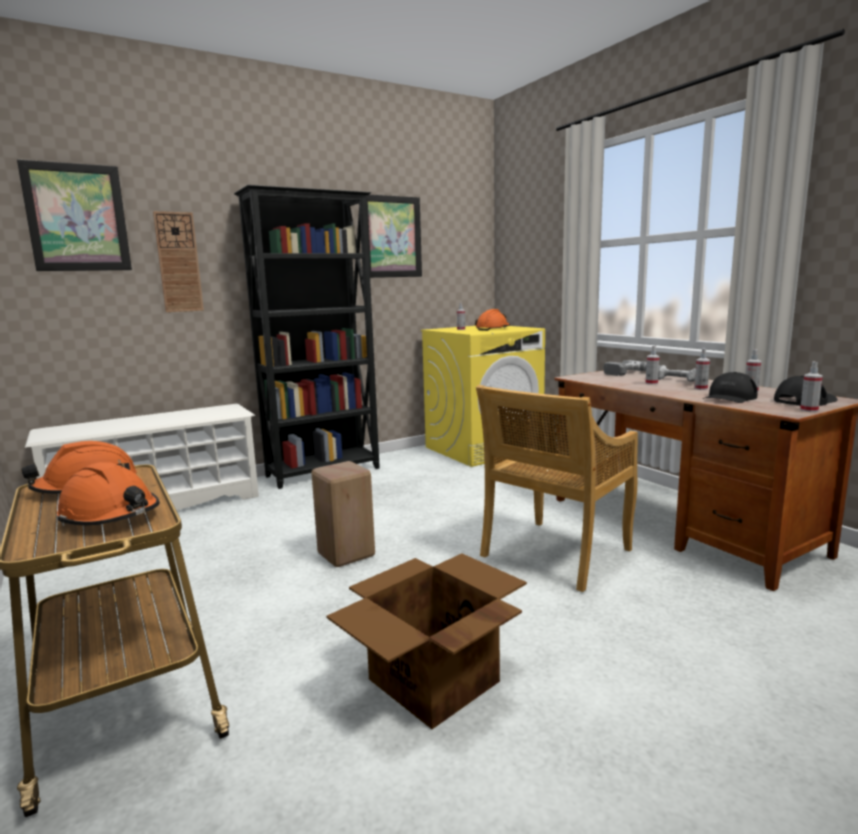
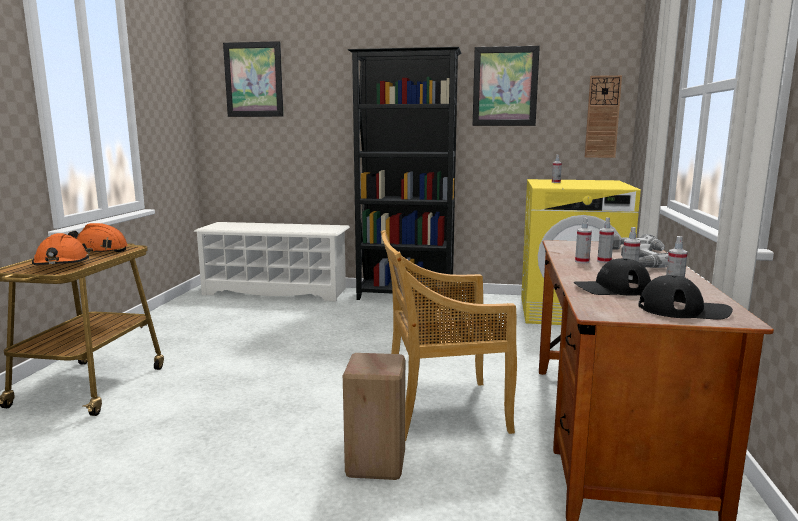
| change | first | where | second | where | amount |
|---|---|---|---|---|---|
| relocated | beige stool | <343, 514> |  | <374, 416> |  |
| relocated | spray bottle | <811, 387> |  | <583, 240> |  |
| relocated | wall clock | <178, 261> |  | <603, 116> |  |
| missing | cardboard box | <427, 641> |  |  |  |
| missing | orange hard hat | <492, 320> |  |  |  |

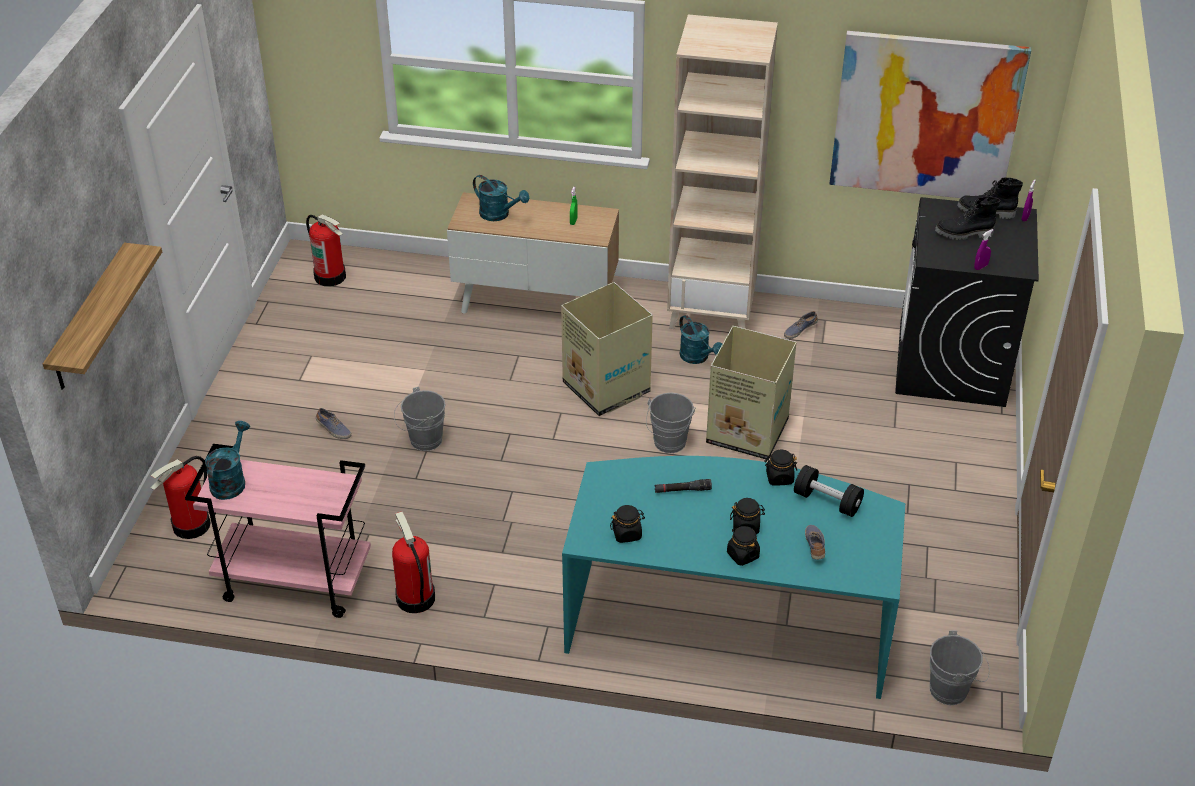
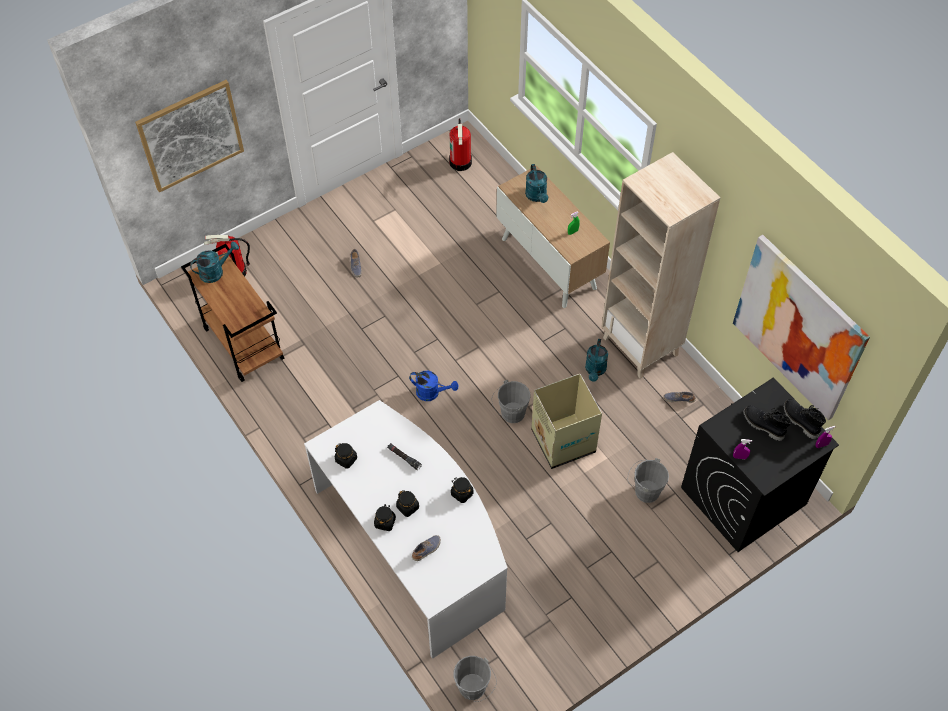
| change | first | where | second | where | amount |
|---|---|---|---|---|---|
| exchanged | shelf | <102, 316> | picture | <189, 136> |  |
| colour | pink cart | <278, 531> | brown cart | <232, 313> |  |
| colour | turquoise desk | <733, 577> | white desk | <406, 529> |  |
| appeared |  |  | blue watering can | <433, 386> |  |
| relocated | grey bucket | <420, 419> |  | <648, 480> |  |
| missing | fire extinguisher | <413, 562> |  |  |  |
| missing | cardboard box | <607, 349> |  |  |  |
| missing | black dumbbell | <829, 491> |  |  |  |

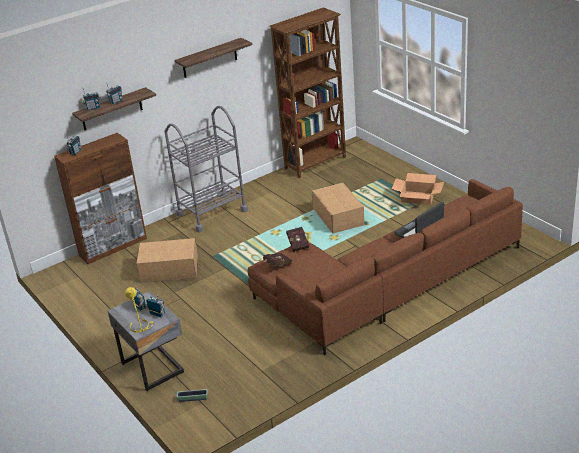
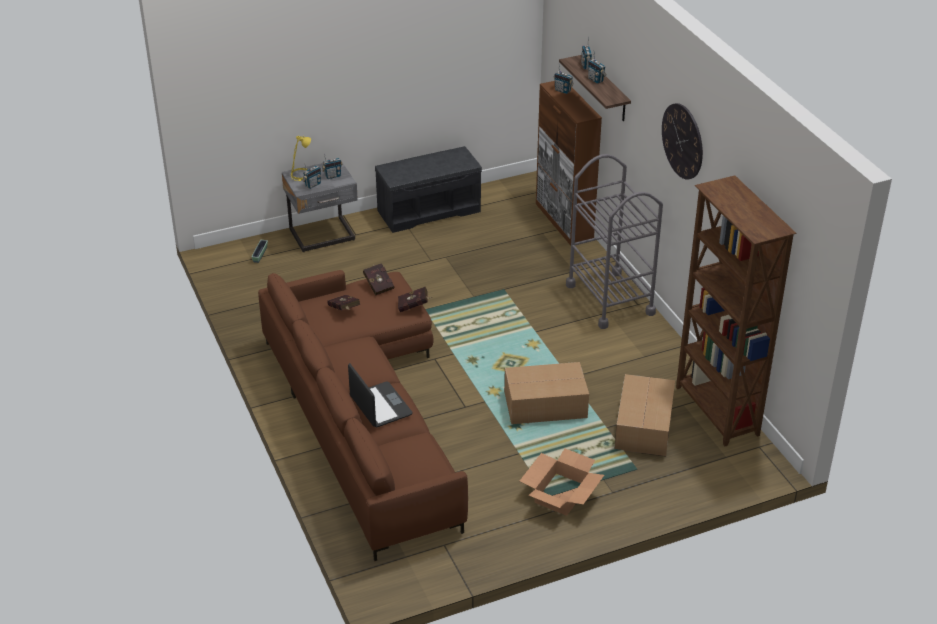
| change | first | where | second | where | amount |
|---|---|---|---|---|---|
| appeared |  |  | red book | <343, 302> |  |
| appeared |  |  | grey bench | <428, 189> |  |
| relocated | cardboard box | <167, 260> |  | <645, 415> |  |
| exchanged | shelf | <213, 58> | wall clock | <682, 141> |  |

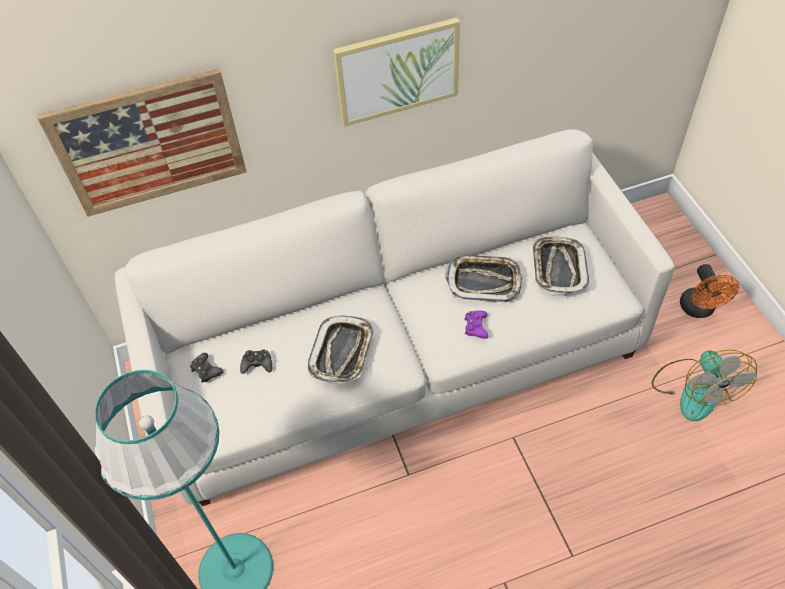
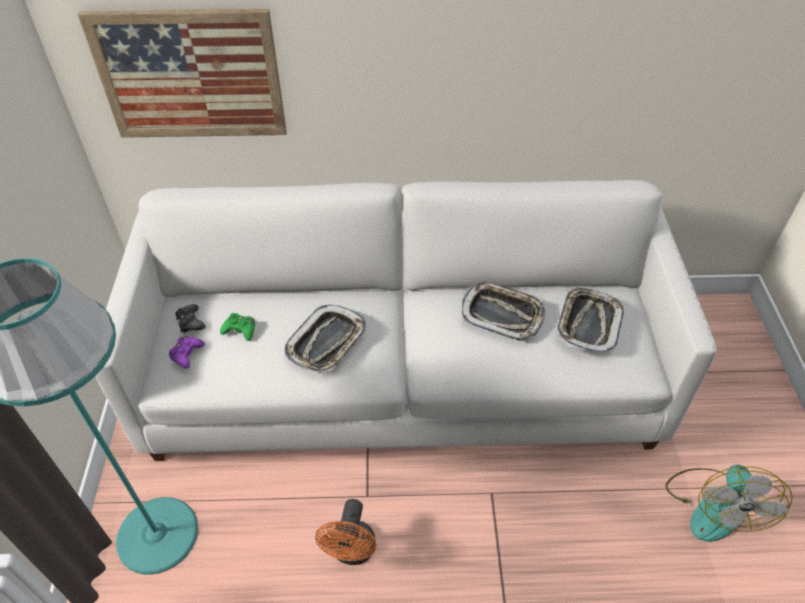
| change | first | where | second | where | amount |
|---|---|---|---|---|---|
| relocated | purple game controller | <476, 325> |  | <187, 352> |  |
| colour | black game controller | <256, 362> | green game controller | <237, 327> |  |
| relocated | orange fan | <709, 291> |  | <346, 532> |  |
| missing | picture | <396, 72> |  |  |  |

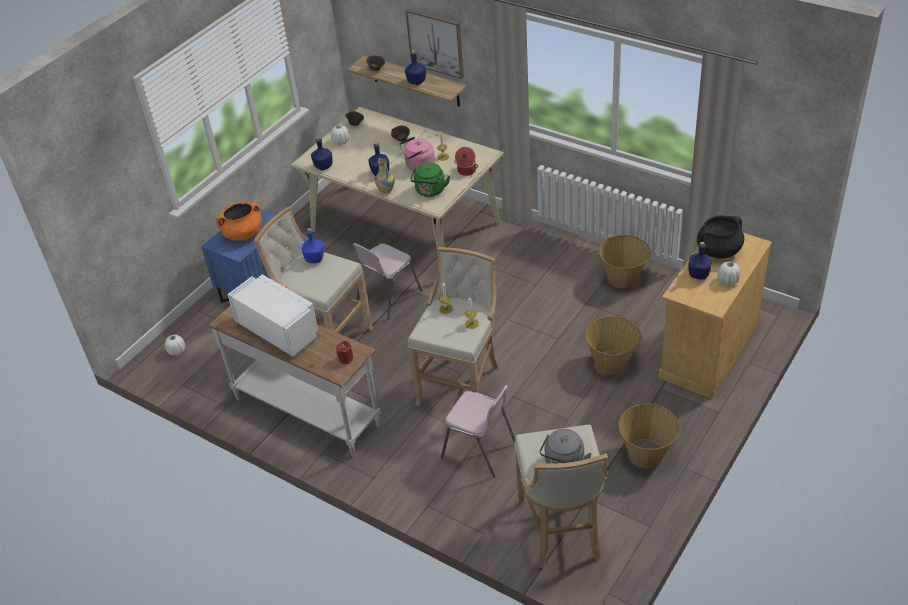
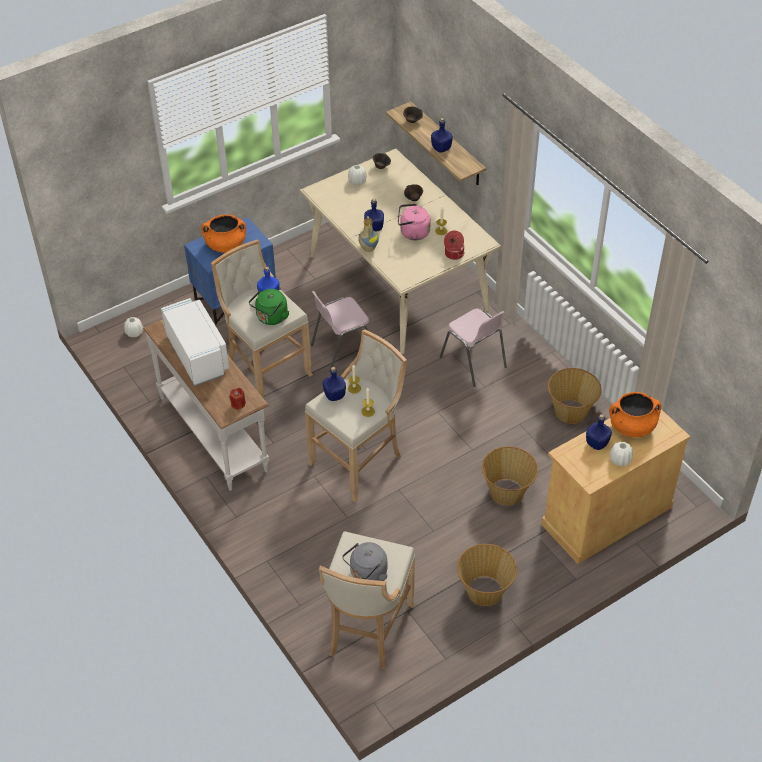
| change | first | where | second | where | amount |
|---|---|---|---|---|---|
| relocated | green kettle | <430, 180> |  | <269, 307> |  |
| relocated | blue bottle | <322, 153> |  | <334, 384> |  |
| relocated | pink chair | <478, 431> |  | <473, 348> |  |
| colour | black cooking pot | <720, 236> | orange cooking pot | <635, 414> |  |
| missing | picture | <435, 44> |  |  |  |

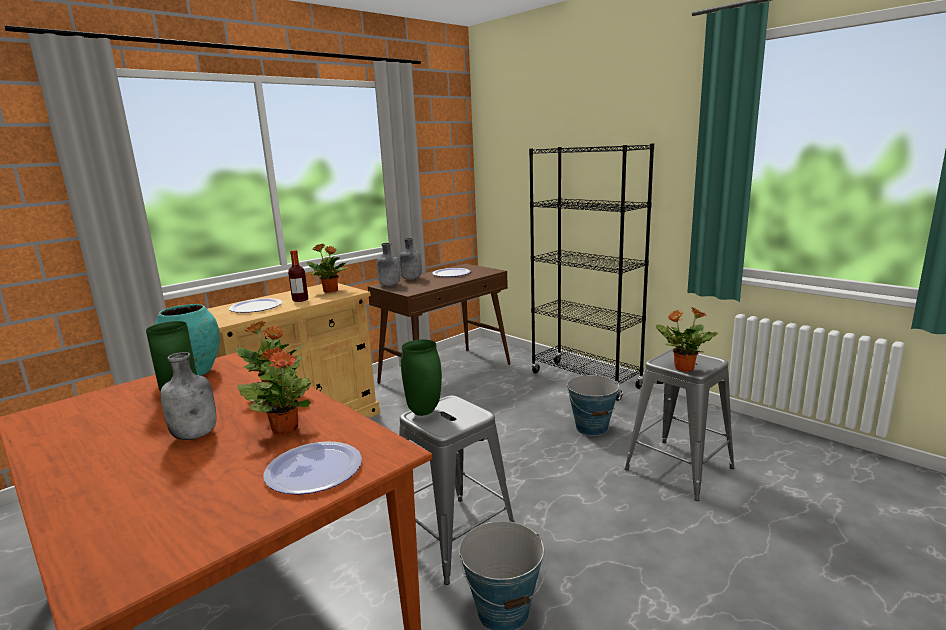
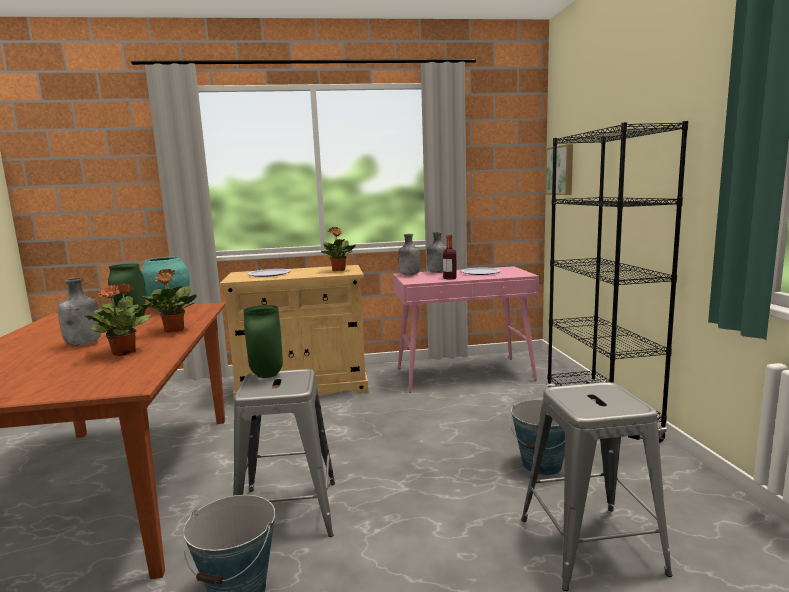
| change | first | where | second | where | amount |
|---|---|---|---|---|---|
| colour | brown console table | <439, 324> | pink console table | <466, 329> |  |
| relocated | bottle | <298, 276> |  | <450, 257> |  |
| appeared |  |  | picture | <559, 169> |  |
| missing | plate | <312, 468> |  |  |  |
| missing | potted plant | <687, 339> |  |  |  |

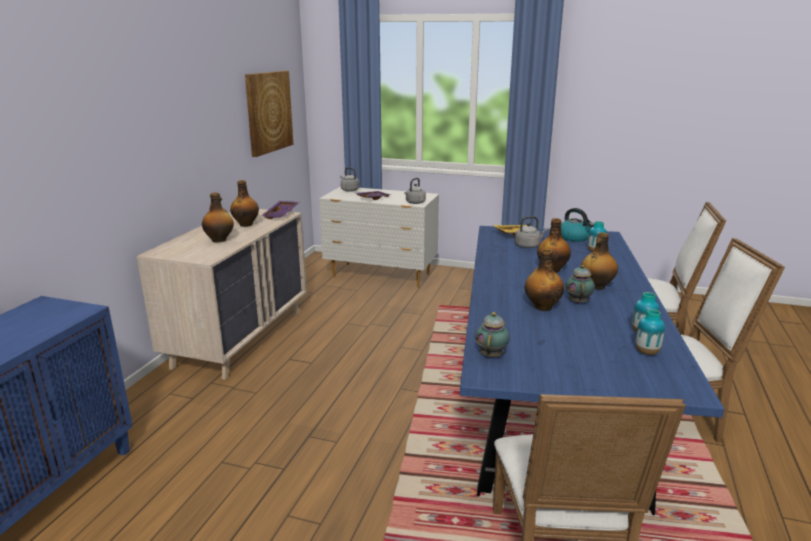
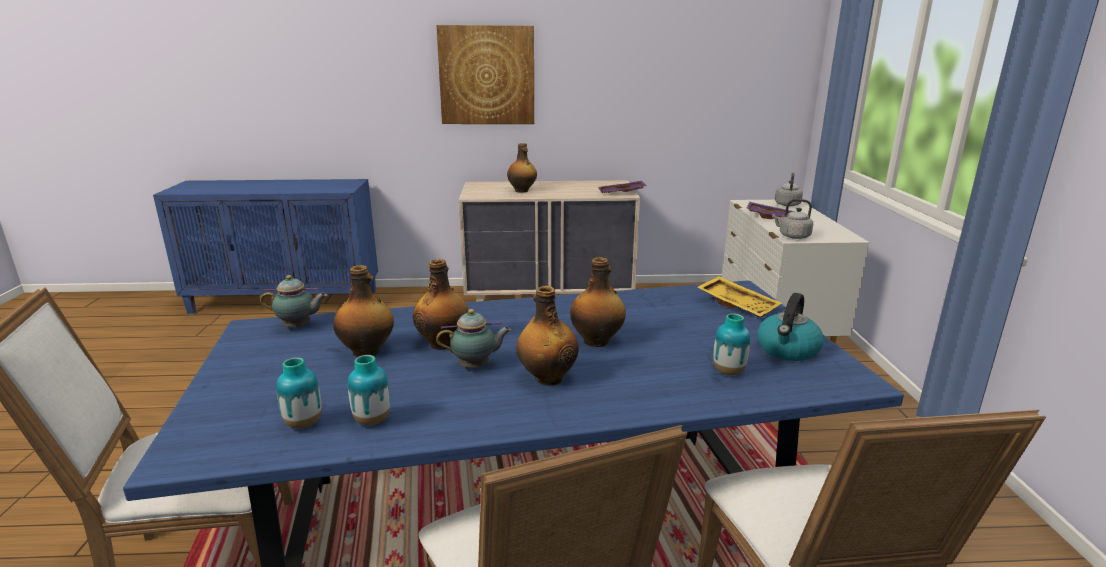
| change | first | where | second | where | amount |
|---|---|---|---|---|---|
| relocated | bottle | <244, 203> |  | <363, 311> |  |
| relocated | picture | <269, 114> |  | <485, 74> |  |
| missing | grey kettle | <531, 232> |  |  |  |

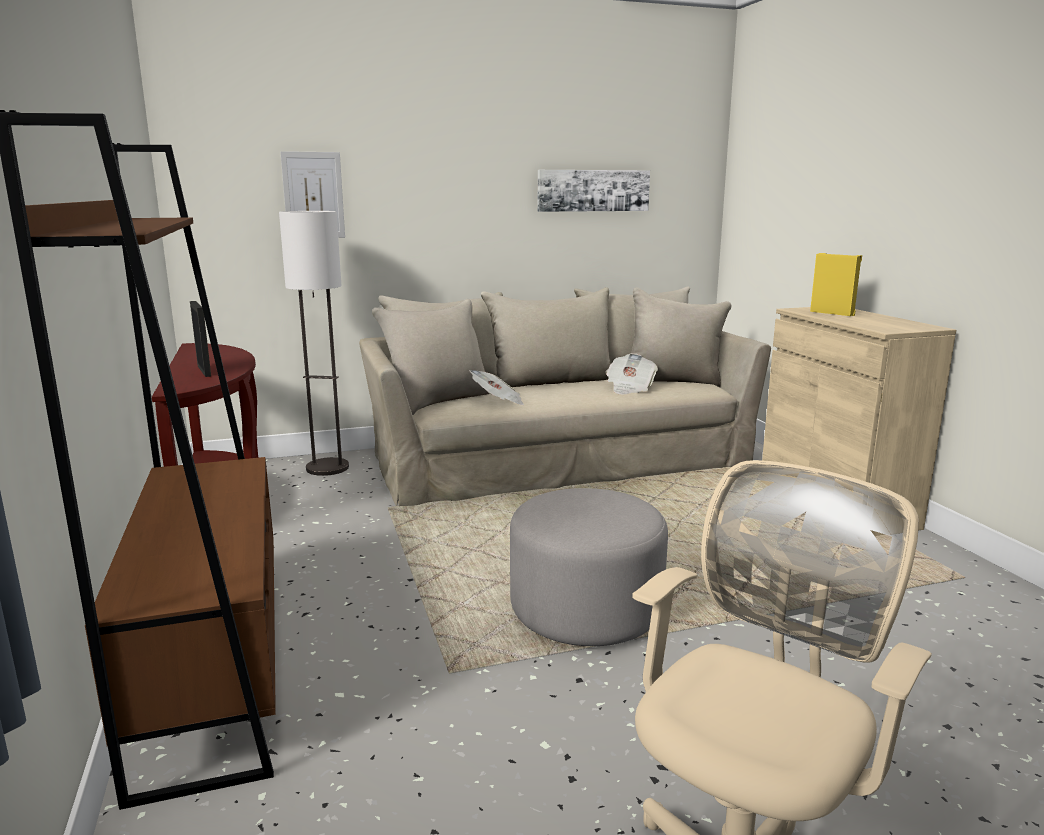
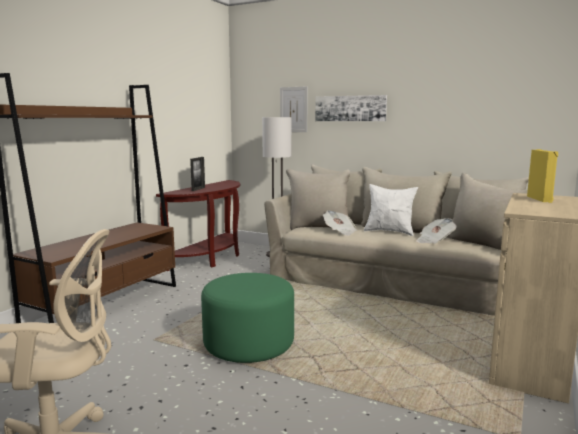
| change | first | where | second | where | amount |
|---|---|---|---|---|---|
| colour | grey ottoman | <589, 567> | green ottoman | <247, 318> |  |
| relocated | picture | <593, 191> |  | <351, 108> |  |
| appeared |  |  | white pillow | <391, 210> |  |

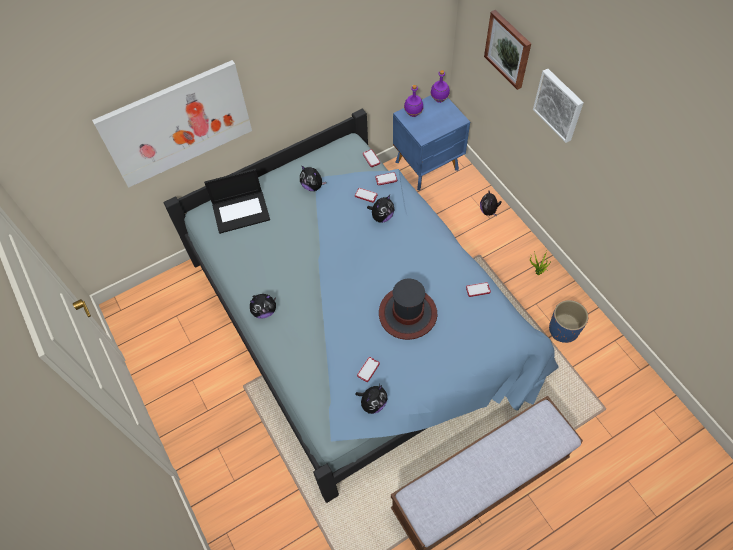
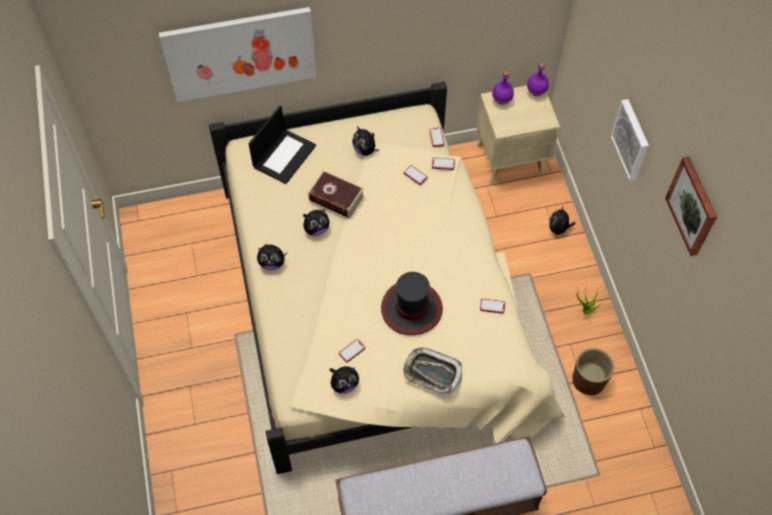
| change | first | where | second | where | amount |
|---|---|---|---|---|---|
| colour | blue bed | <361, 306> | beige bed | <387, 278> |  |
| spun | laptop | <237, 201> |  | <282, 145> | 60 degrees counterclockwise |
| relocated | plush toy | <380, 209> |  | <316, 222> |  |
| appeared |  |  | book | <336, 194> |  |
| appeared |  |  | tray | <432, 370> |  |
| colour | blue nightstand | <431, 142> | beige nightstand | <518, 134> |  |
| colour | blue planter | <568, 321> | brown planter | <593, 371> |  |
| relocated | picture | <507, 50> |  | <691, 206> |  |

